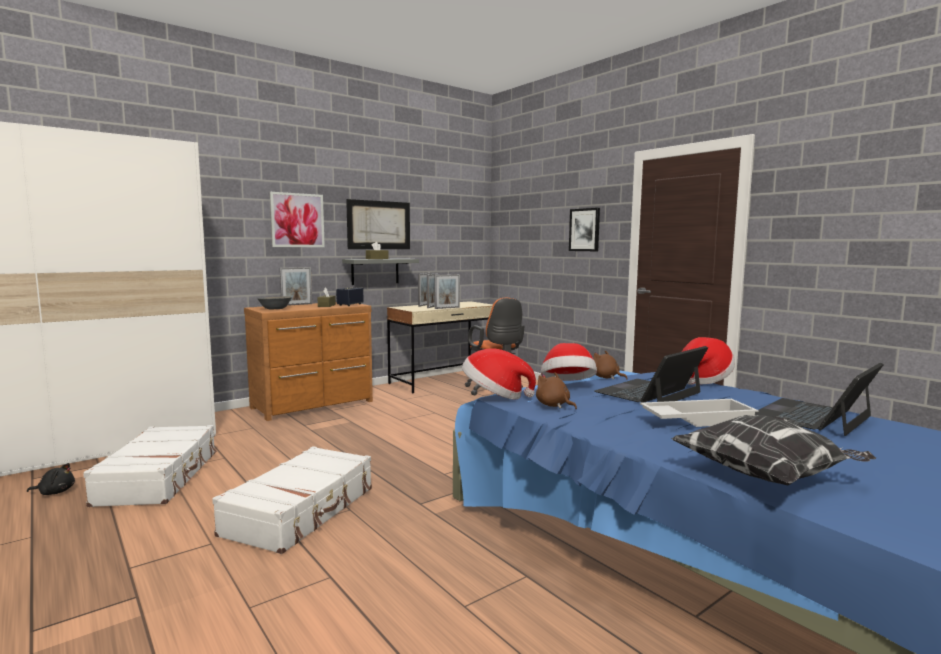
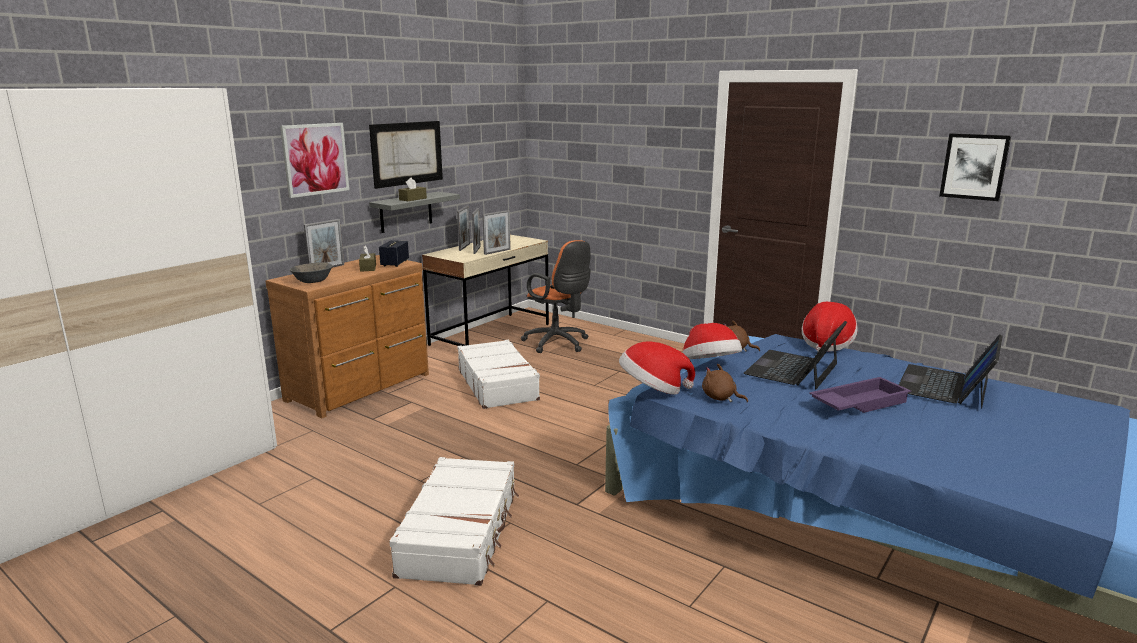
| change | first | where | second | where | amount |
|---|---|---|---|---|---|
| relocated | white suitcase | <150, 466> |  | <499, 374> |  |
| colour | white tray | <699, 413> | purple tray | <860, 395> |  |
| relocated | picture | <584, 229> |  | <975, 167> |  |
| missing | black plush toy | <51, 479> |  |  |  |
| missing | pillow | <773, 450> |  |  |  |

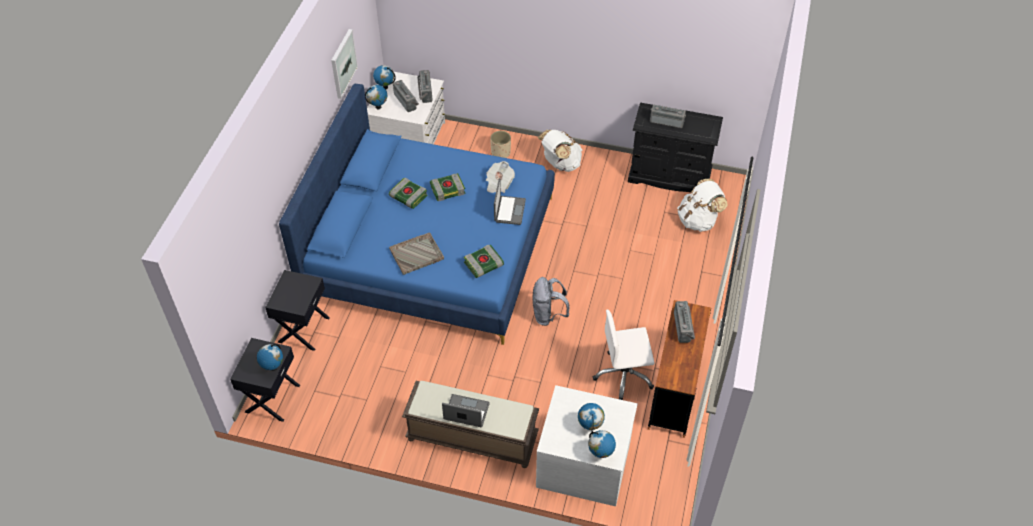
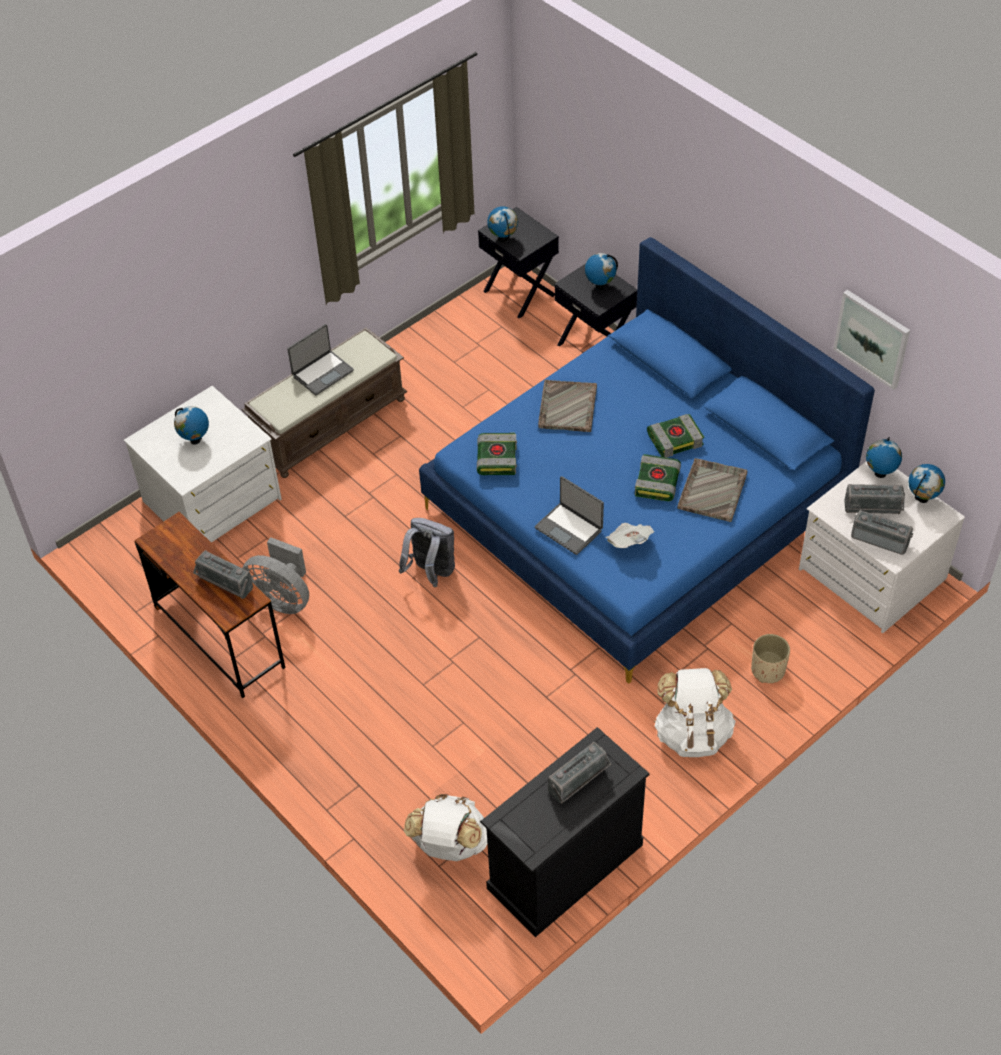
| change | first | where | second | where | amount |
|---|---|---|---|---|---|
| exchanged | white office chair | <624, 355> | grey fan | <275, 575> |  |
| relocated | globe | <602, 444> |  | <601, 271> |  |
| appeared |  |  | grey tray | <712, 490> |  |

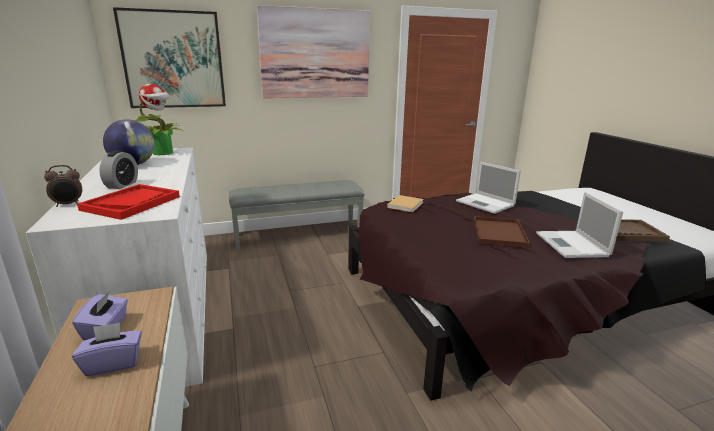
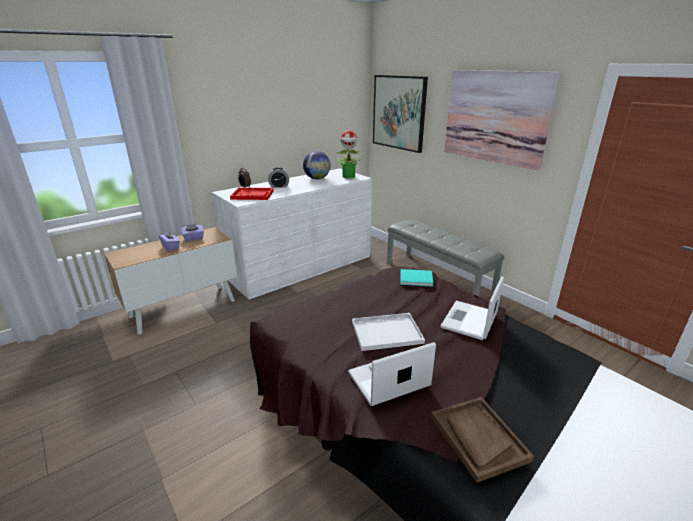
| change | first | where | second | where | amount |
|---|---|---|---|---|---|
| colour | brown tray | <502, 232> | white tray | <388, 332> |  |
| colour | beige book | <405, 203> | turquoise book | <417, 278> |  |

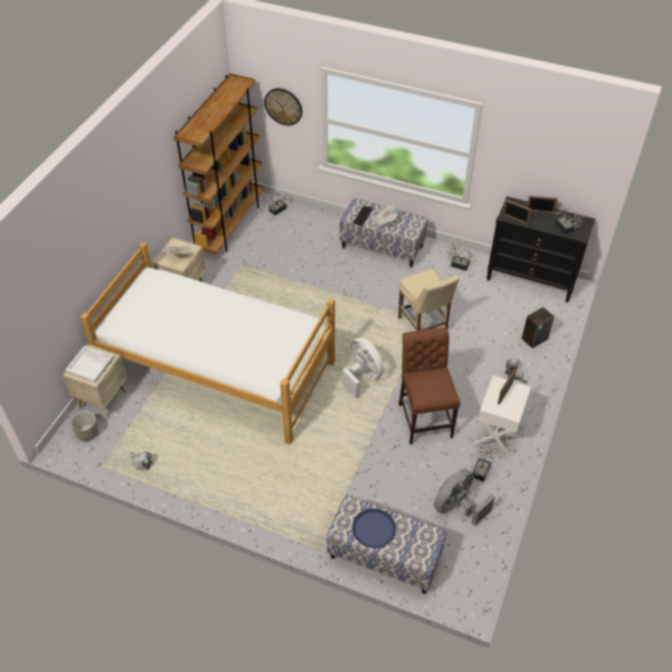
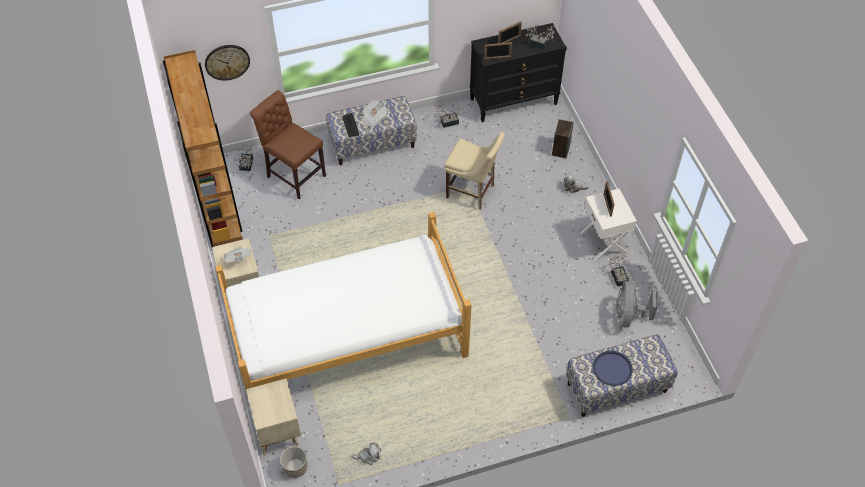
| change | first | where | second | where | amount |
|---|---|---|---|---|---|
| relocated | brown chair | <429, 386> |  | <288, 144> |  |
| missing | white tray | <89, 364> |  |  |  |
| missing | white fan | <363, 367> |  |  |  |

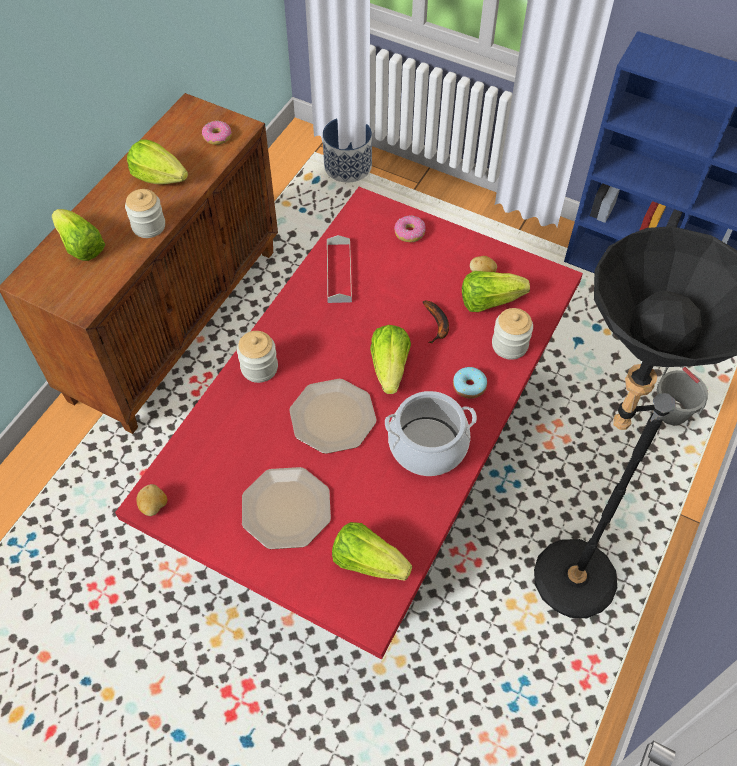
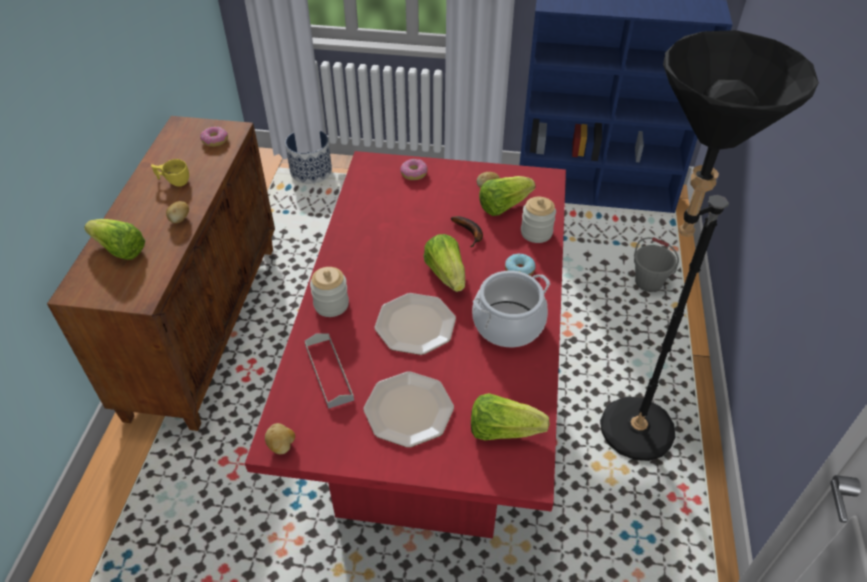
| change | first | where | second | where | amount |
|---|---|---|---|---|---|
| exchanged | lettuce | <157, 162> | yellow cup | <170, 173> |  |
| exchanged | jar | <145, 213> | potato | <177, 212> |  |
| relocated | grey tray | <339, 269> |  | <329, 371> |  |

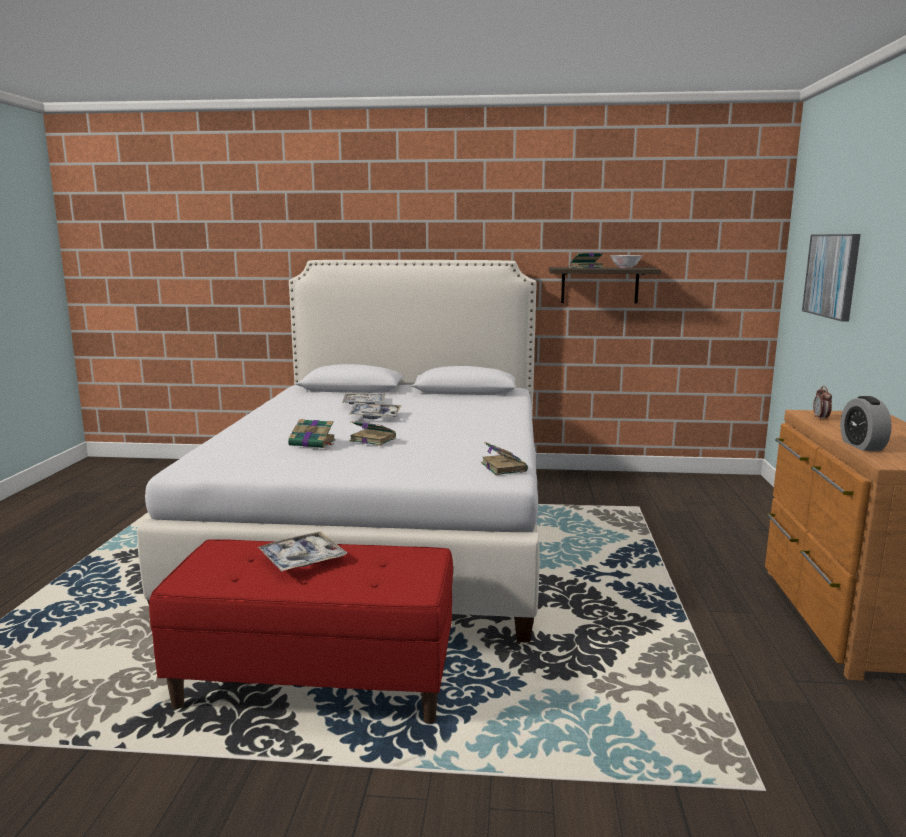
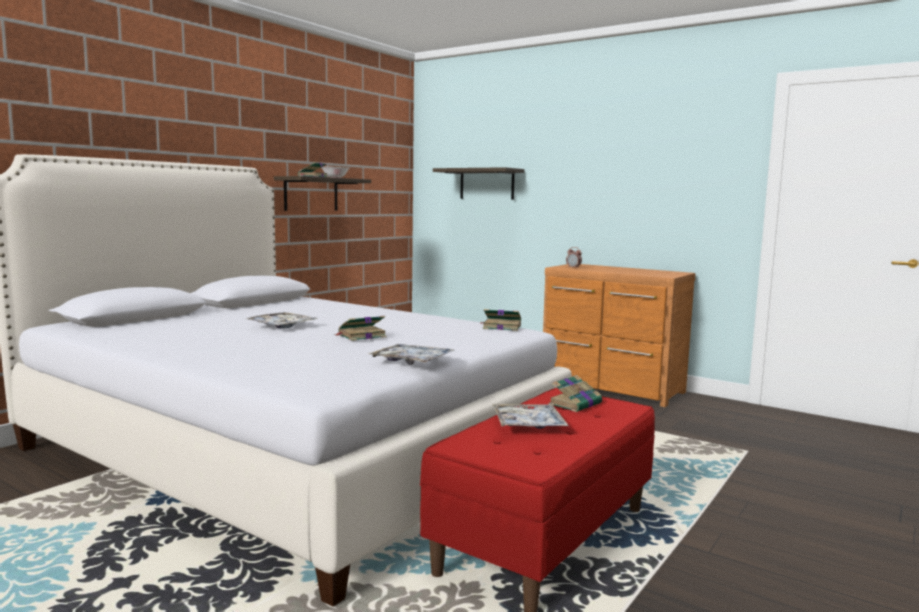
| change | first | where | second | where | amount |
|---|---|---|---|---|---|
| relocated | tray | <363, 398> |  | <411, 354> |  |
| exchanged | picture | <831, 278> | shelf | <479, 183> |  |
| relocated | book | <312, 433> |  | <575, 393> |  |
| missing | alarm clock | <866, 423> |  |  |  |

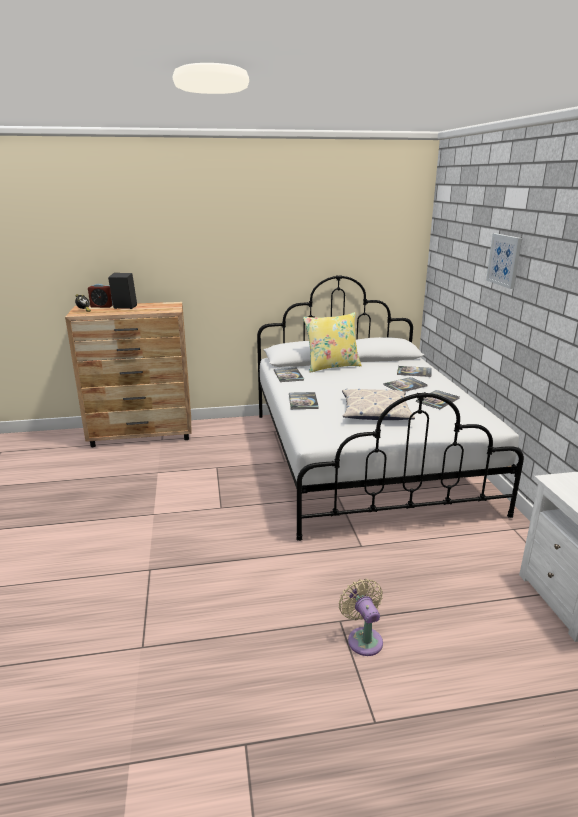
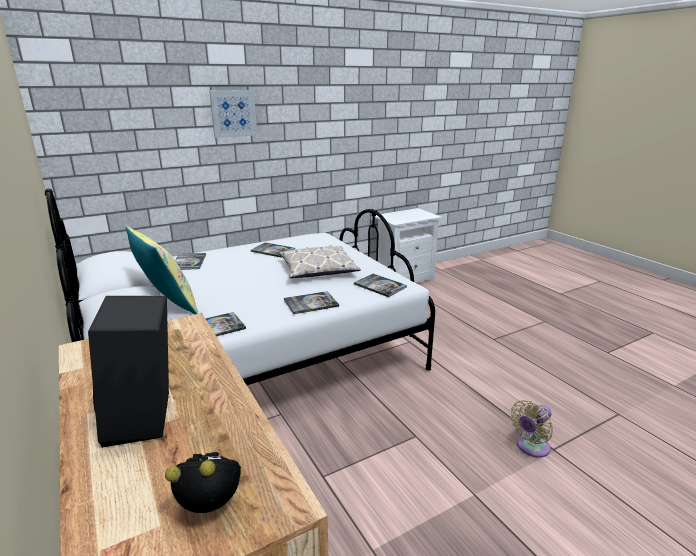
| change | first | where | second | where | amount |
|---|---|---|---|---|---|
| relocated | book | <406, 384> |  | <380, 285> |  |
| relocated | beige fan | <361, 617> |  | <532, 429> |  |
| missing | alarm clock | <100, 296> |  |  |  |

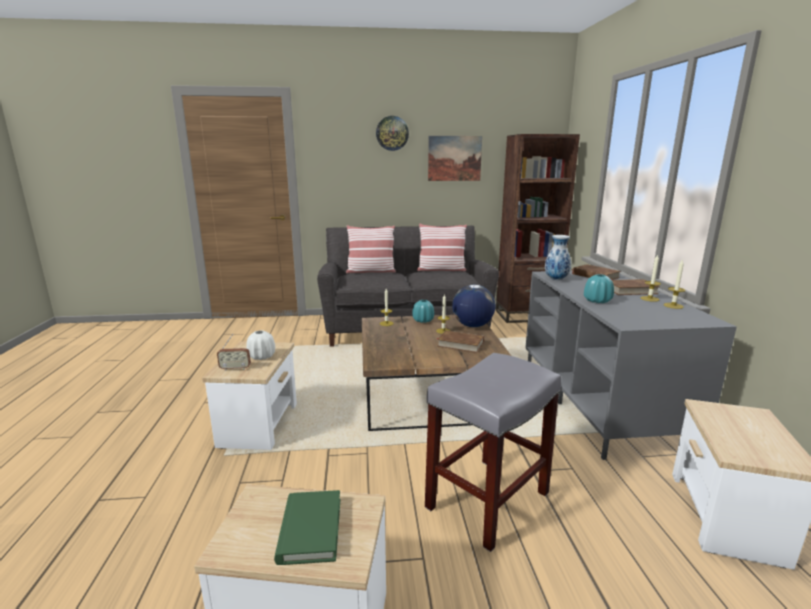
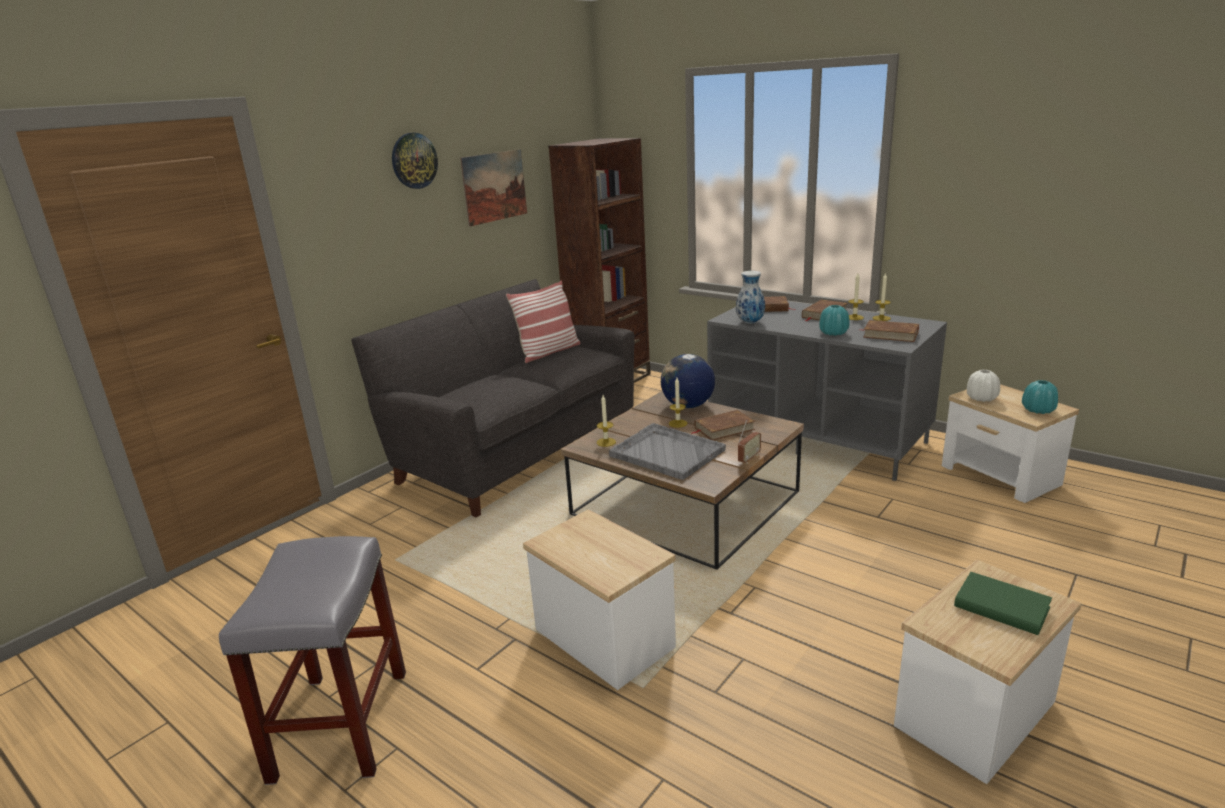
| change | first | where | second | where | amount |
|---|---|---|---|---|---|
| relocated | grey stool | <493, 452> |  | <312, 660> |  |
| appeared |  |  | grey tray | <667, 451> |  |
| relocated | radio | <234, 352> |  | <749, 442> |  |
| appeared |  |  | brown book | <889, 331> |  |
| relocated | white vase | <260, 345> |  | <983, 386> |  |
| relocated | turquoise vase | <423, 311> |  | <1040, 397> |  |
| missing | pillow | <371, 249> |  |  |  |

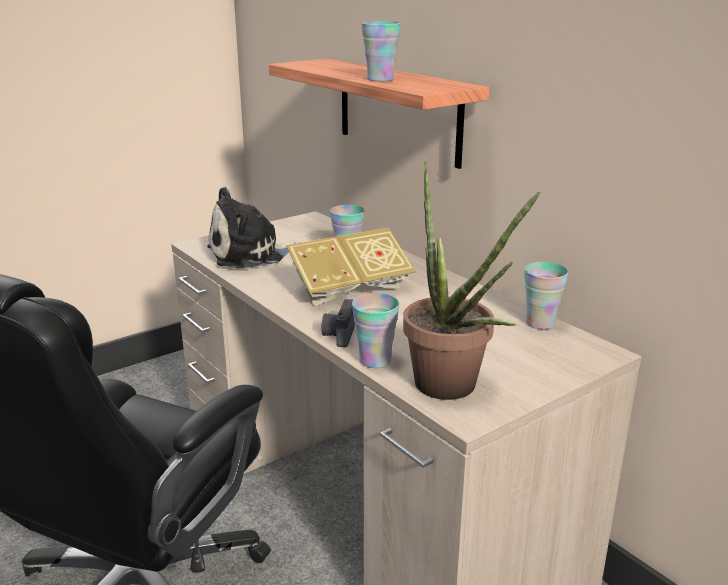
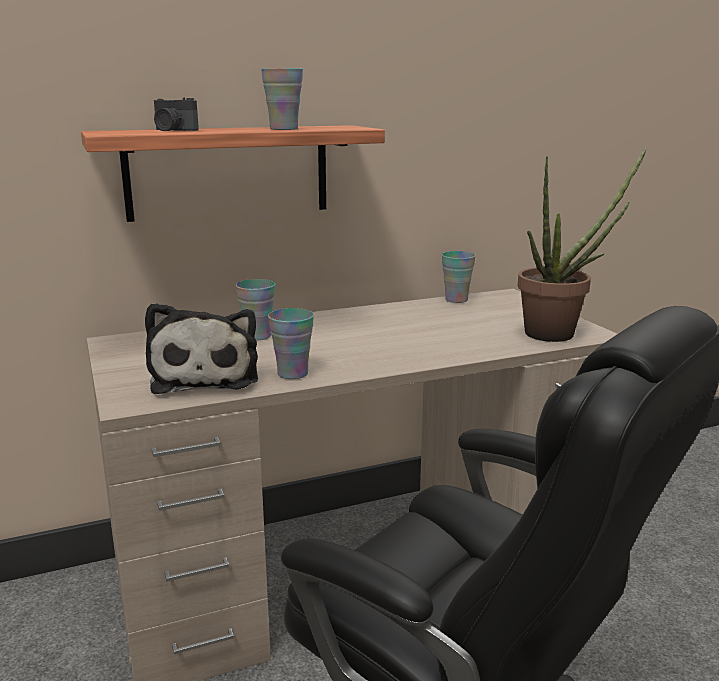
| change | first | where | second | where | amount |
|---|---|---|---|---|---|
| relocated | photo camera | <338, 323> |  | <176, 114> |  |
| relocated | cup | <375, 330> |  | <291, 343> |  |
| missing | book | <351, 267> |  |  |  |

